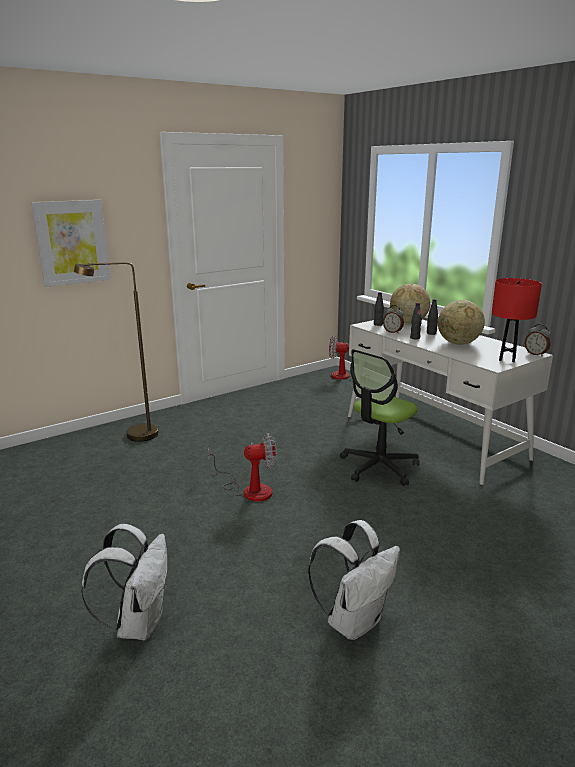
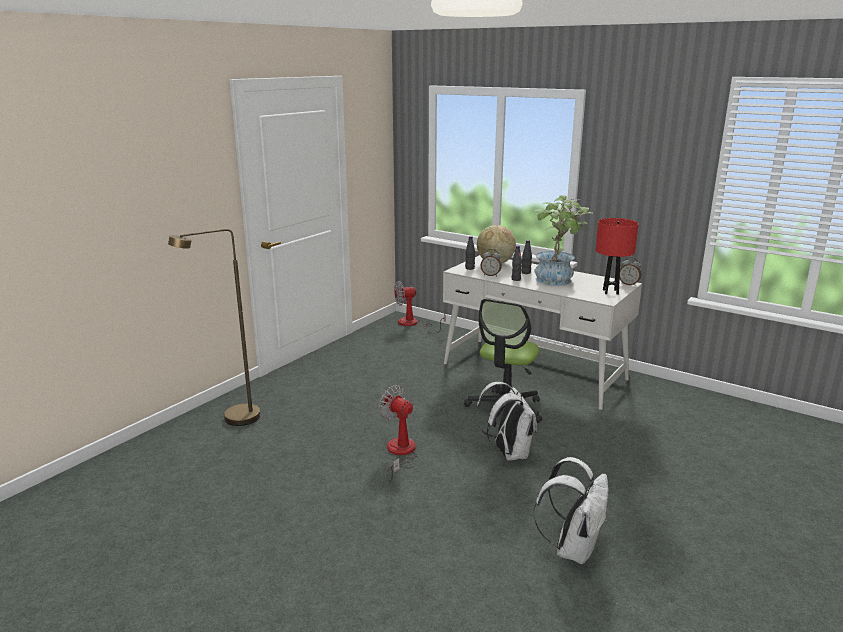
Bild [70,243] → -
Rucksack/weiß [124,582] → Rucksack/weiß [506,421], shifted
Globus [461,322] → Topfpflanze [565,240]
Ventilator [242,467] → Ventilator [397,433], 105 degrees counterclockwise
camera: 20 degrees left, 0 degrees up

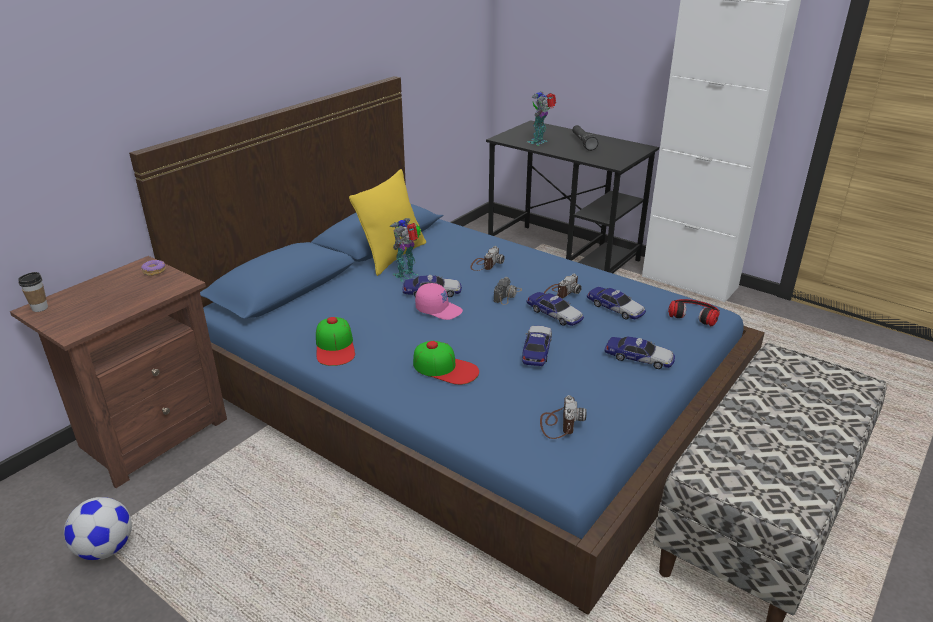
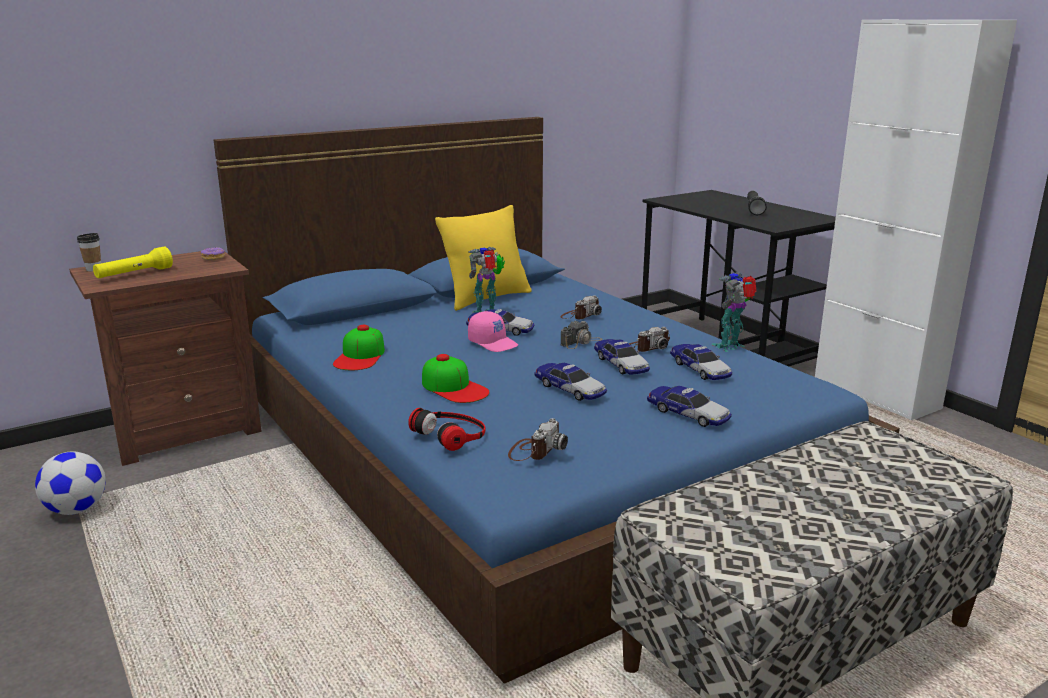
- → Taschenlampe/gelb [133,262]
Spielzeugroboter [541,118] → Spielzeugroboter [734,312], shifted
Kopfhörer [694,312] → Kopfhörer [446,429], shifted
Spielzeugauto [537,346] → Spielzeugauto [570,382], 105 degrees clockwise
camera: 20 degrees right, 10 degrees down

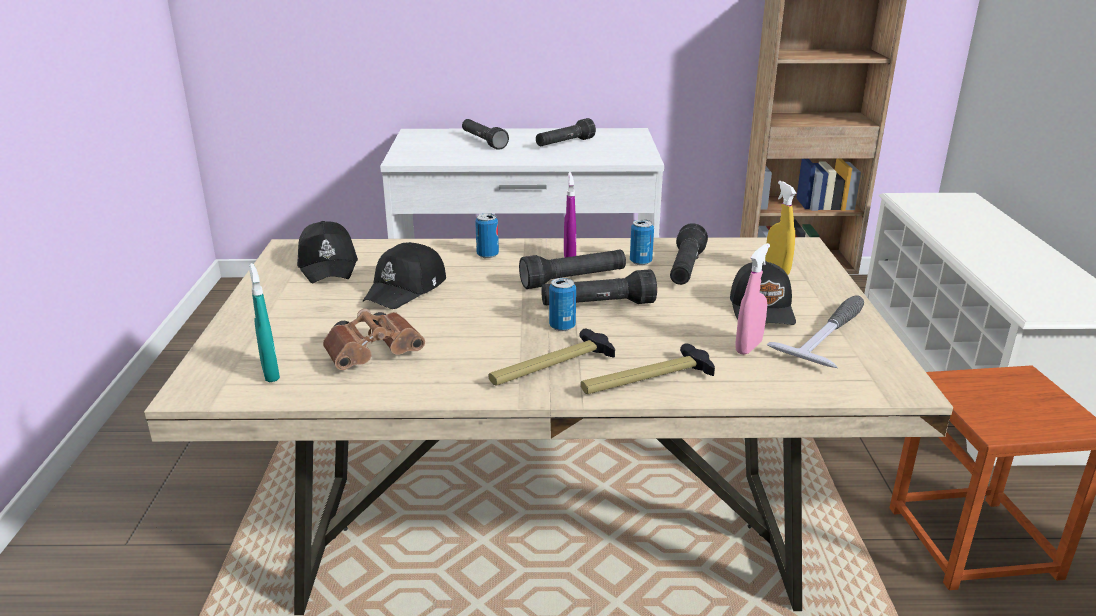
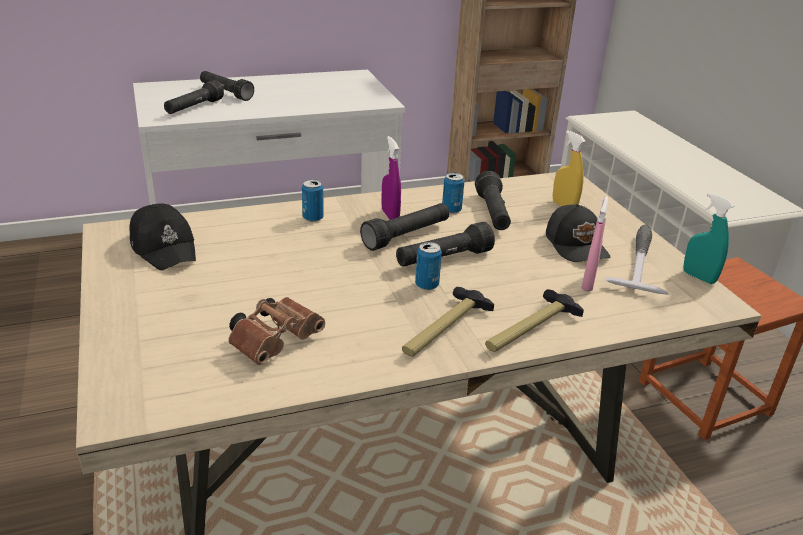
Kappe/schwarz [404,275] → -
Sprühflasche/türkis [264,322] → Sprühflasche/türkis [709,238], shifted
Taschenlampe/schwarz [566,132] → Taschenlampe/schwarz [194,97], shifted
camera: 20 degrees left, 5 degrees up

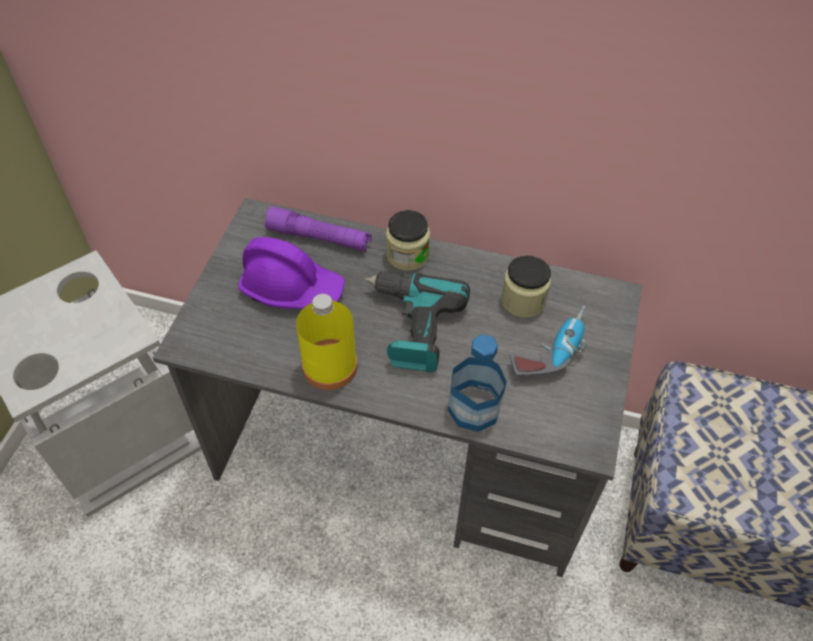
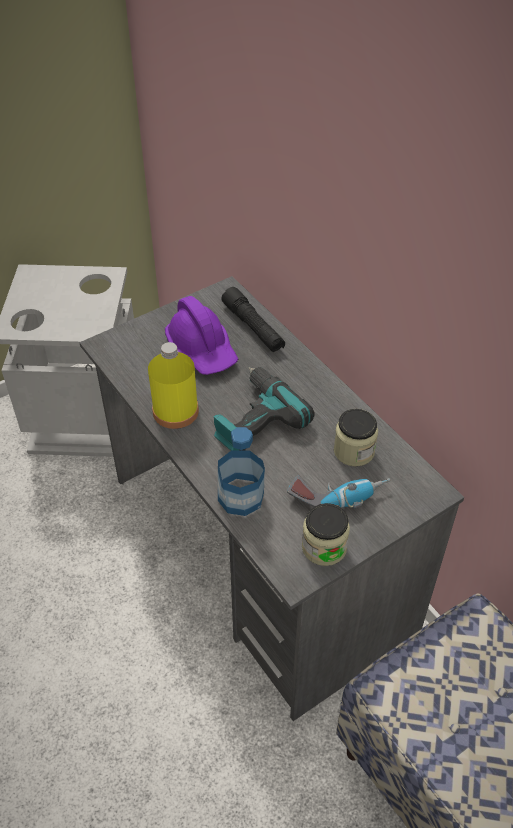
Vorratsglas [408,240] → Vorratsglas [326,534], shifted
Taschenlampe/lila [318,228] → Taschenlampe/schwarz [253,320]
camera: 40 degrees right, 5 degrees down

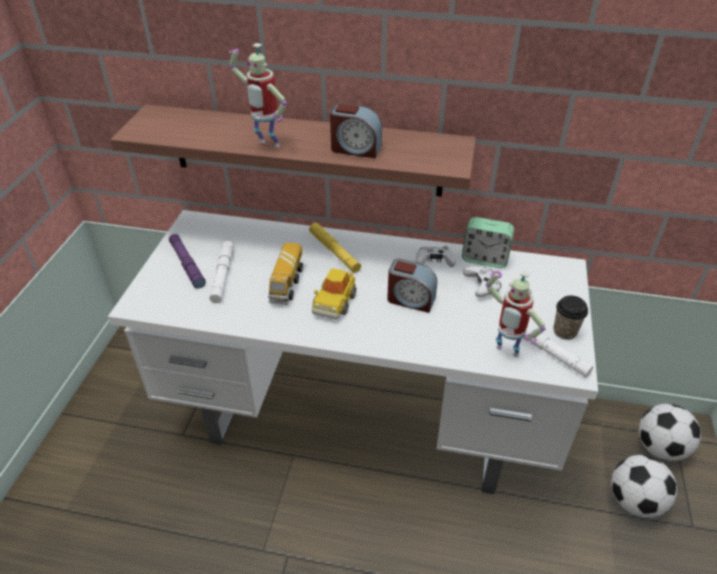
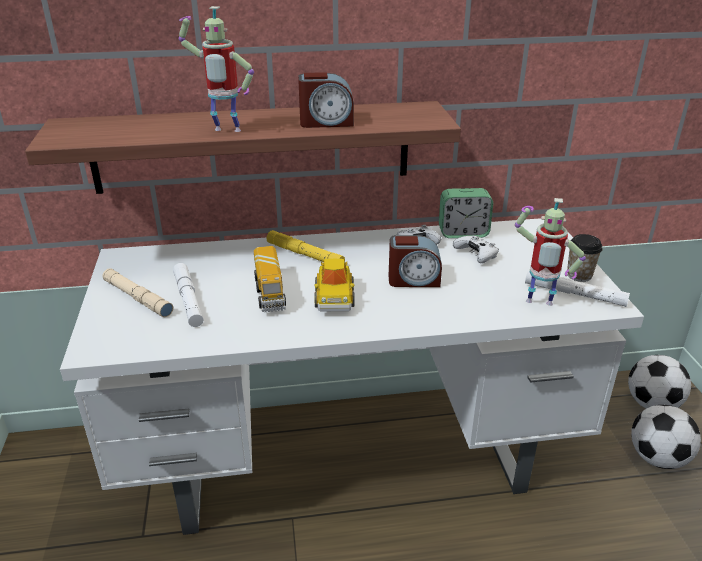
Taschenlampe/lila [187,261] → Taschenlampe/beige [137,292]
camera: 20 degrees left, 10 degrees down

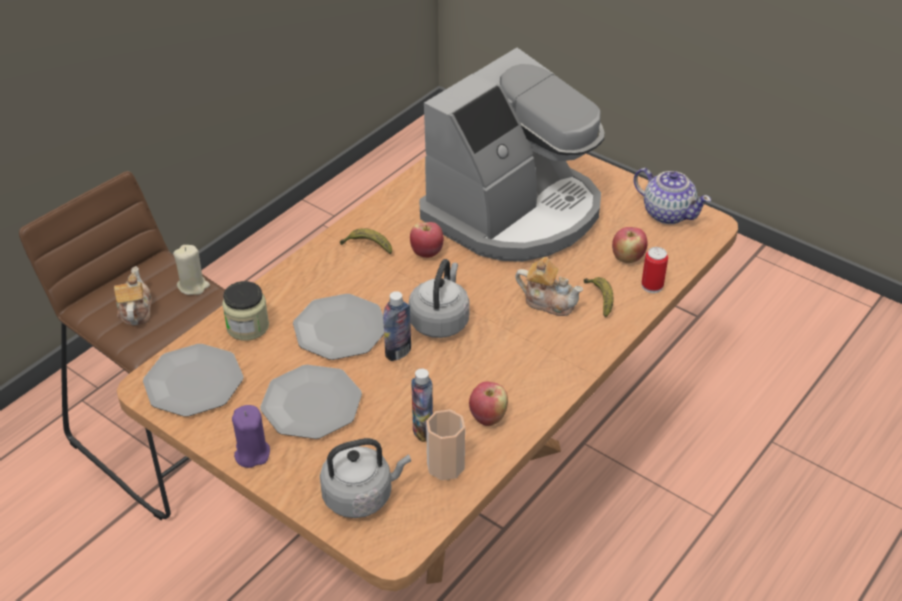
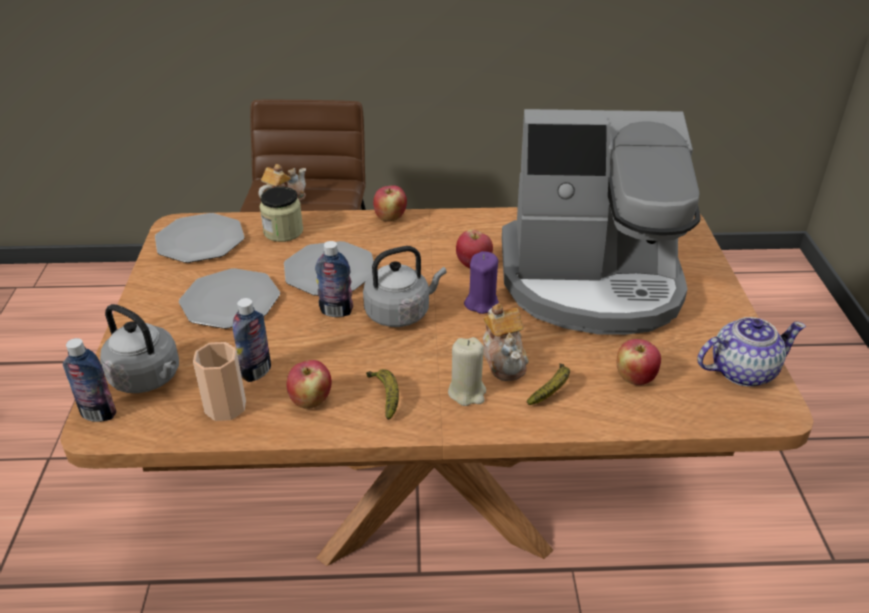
Dose [654,270] → -
- → Flasche [89,380]
- → Apfel [390,203]
Kerze/beige [191,270] → Kerze/beige [467,371], shifted
Kerze/lila [251,436] → Kerze/lila [481,282], shifted
Banane [366,241] → Banane [382,394], shifted
Teekanne [672,196] → Teekanne [751,351], 105 degrees counterclockwise
camera: 50 degrees right, 5 degrees down

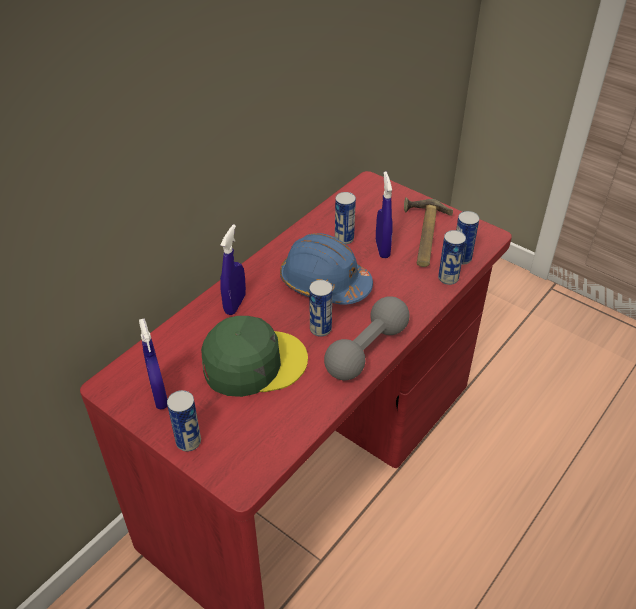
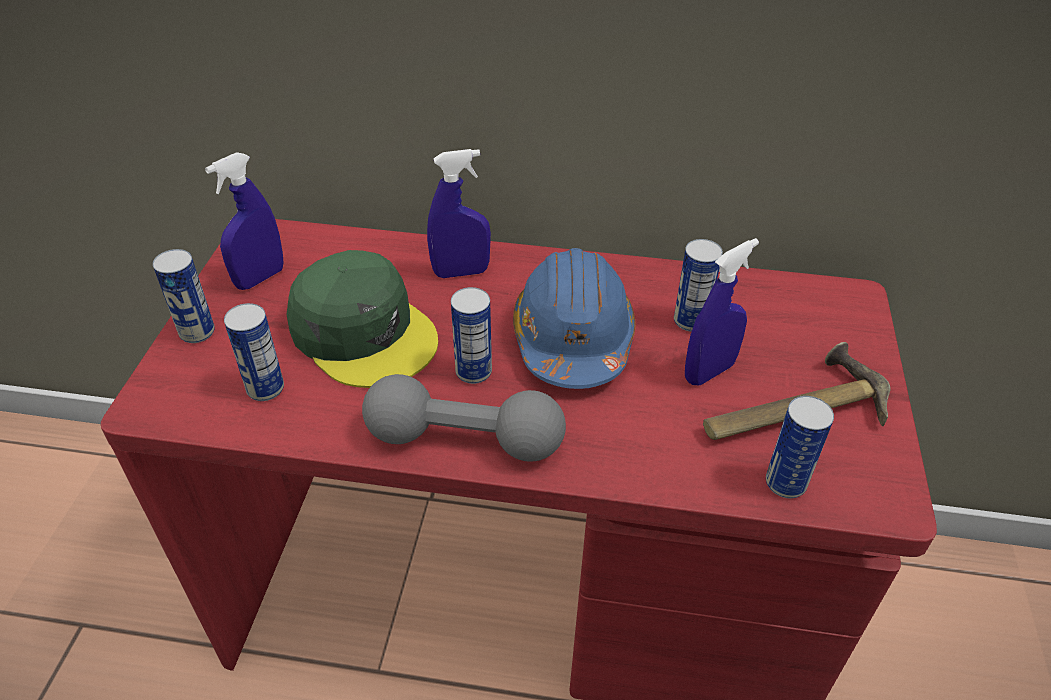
Dose [452,257] → Dose [254,352], shifted
camera: 60 degrees right, 0 degrees up

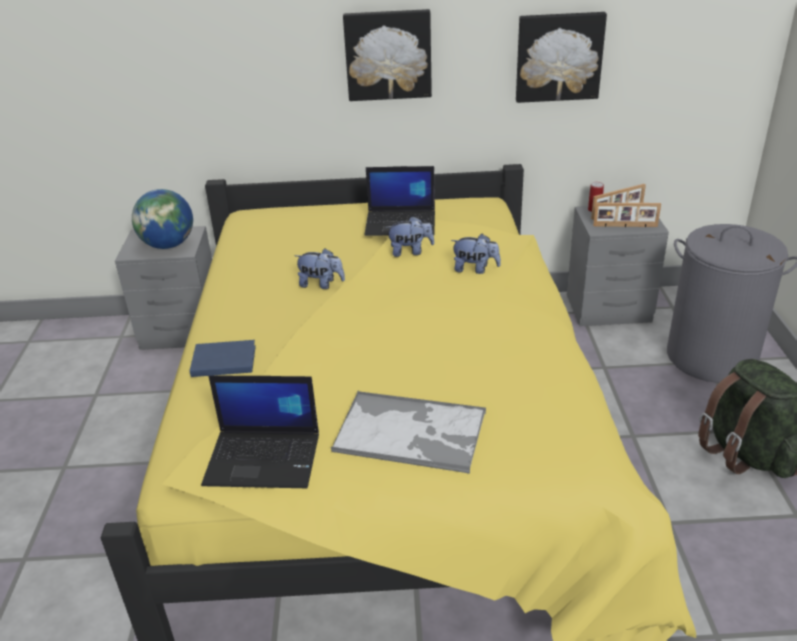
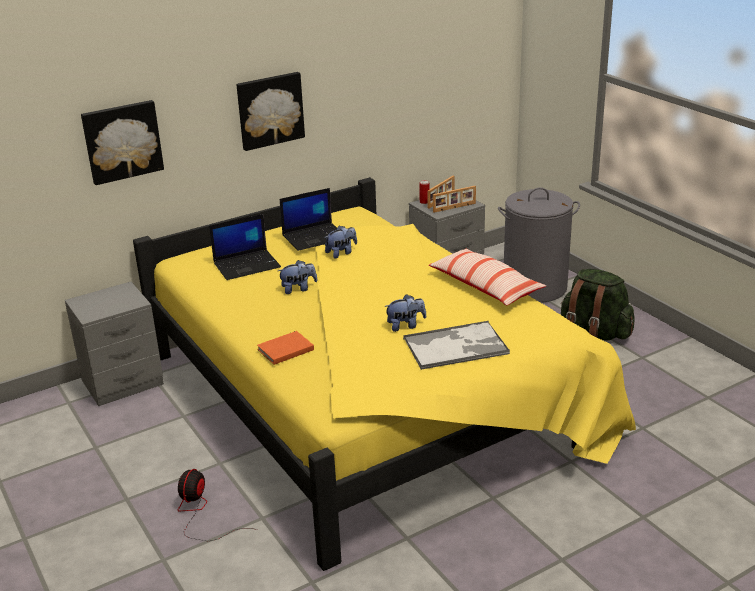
Globus [162,219] → -
- → Ventilator [218,505]
- → Kissen [487,277]
Laptop [260,431] → Laptop [245,247], shifted
Plüschtier [476,254] → Plüschtier [405,313], shifted
Bild [561,57] → Bild [122,142], shifted
Buch/blau [223,358] → Buch/orange [285,348]
camera: 30 degrees left, 5 degrees down

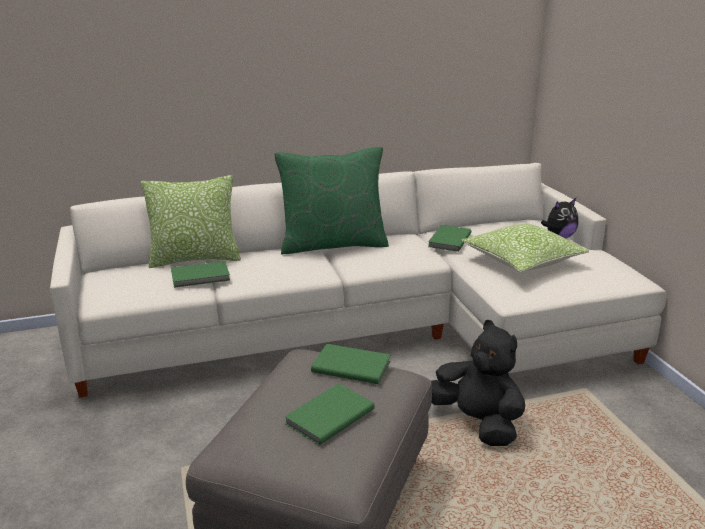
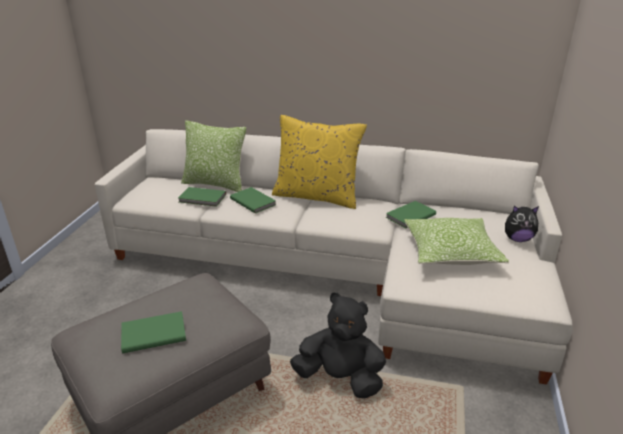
Buch/grün [351,364] → Buch/grün [253,200], shifted
Kissen/grün [331,201] → Kissen/gelb [319,162]
Plüschtier/schwarz [478,383] → Plüschtier/schwarz [338,345], 60 degrees counterclockwise
camera: 30 degrees right, 5 degrees up

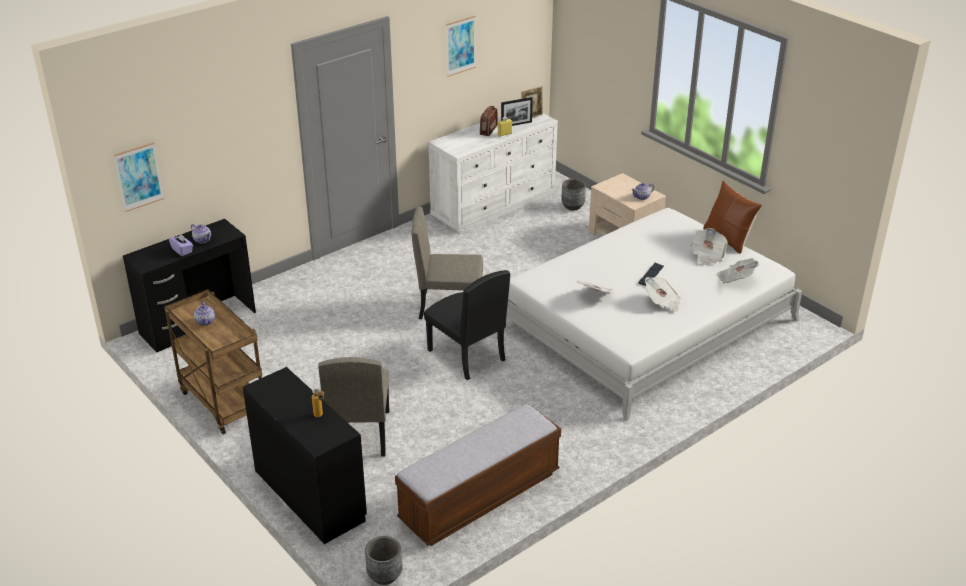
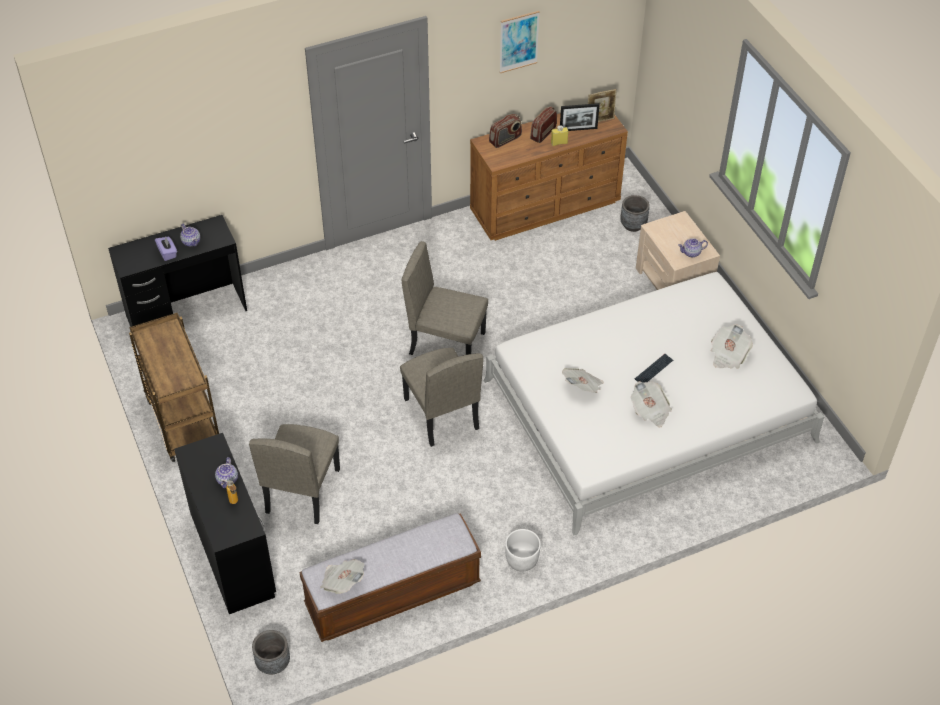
Bild [139,177] → -
Kissen/braun [732,217] → -
- → Radio [505,131]
- → Pflanzkübel/weiß [523,550]
Teekanne [204,313] → Teekanne [226,472], shifted
Zeitung [738,271] → Zeitung [342,576], shifted
Stuhl/schwarz [467,325] → Stuhl/beige [442,397]
Kommode/weiß [493,172] → Kommode/braun [549,177]
camera: 15 degrees right, 15 degrees up

